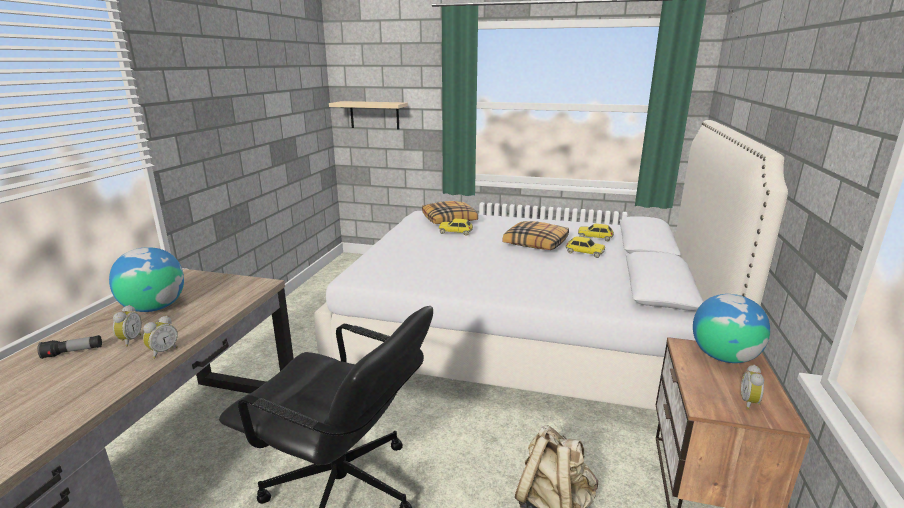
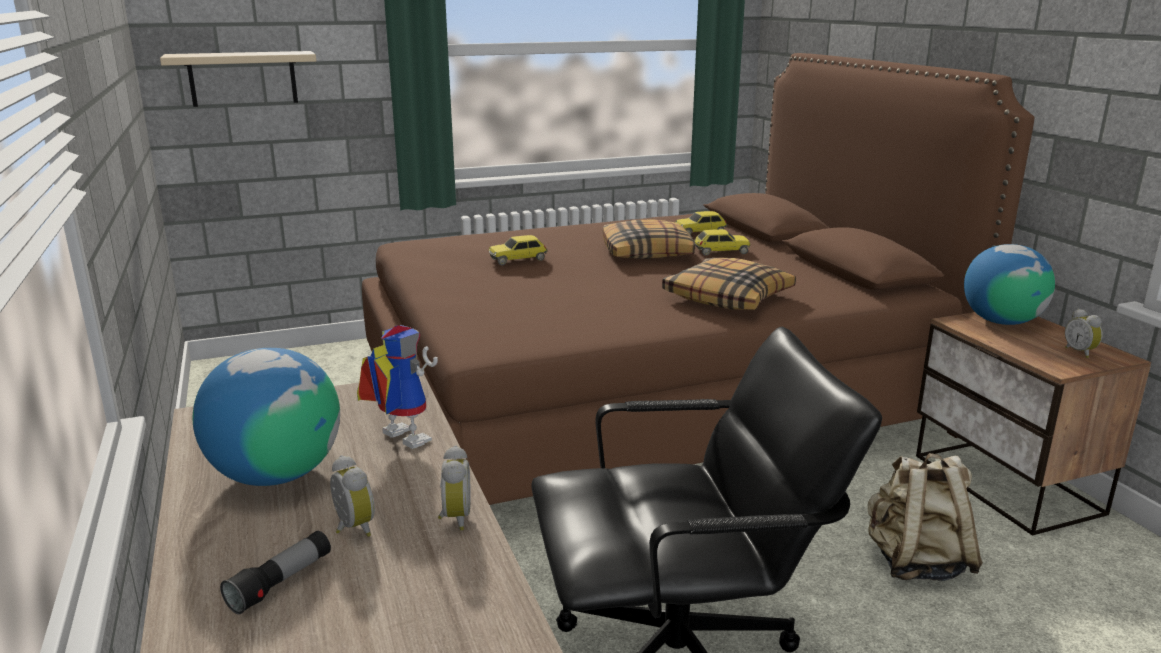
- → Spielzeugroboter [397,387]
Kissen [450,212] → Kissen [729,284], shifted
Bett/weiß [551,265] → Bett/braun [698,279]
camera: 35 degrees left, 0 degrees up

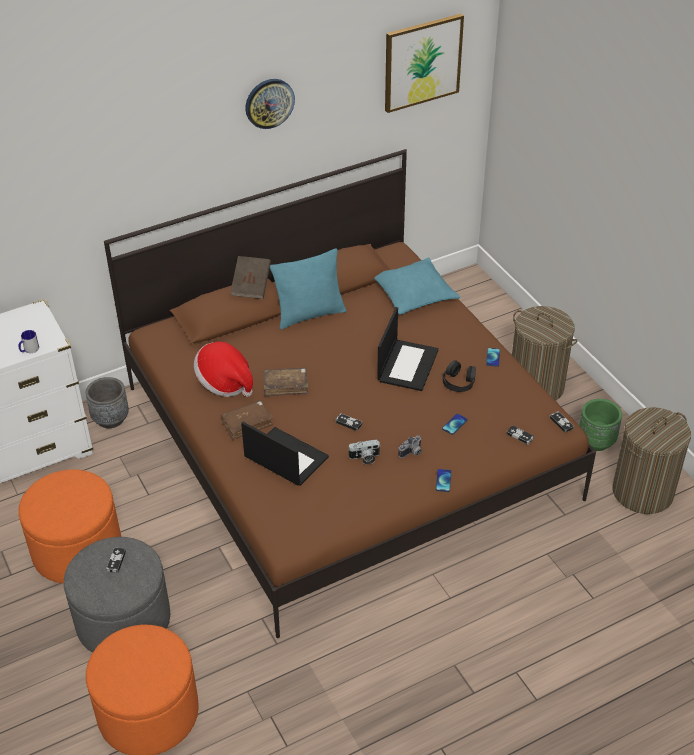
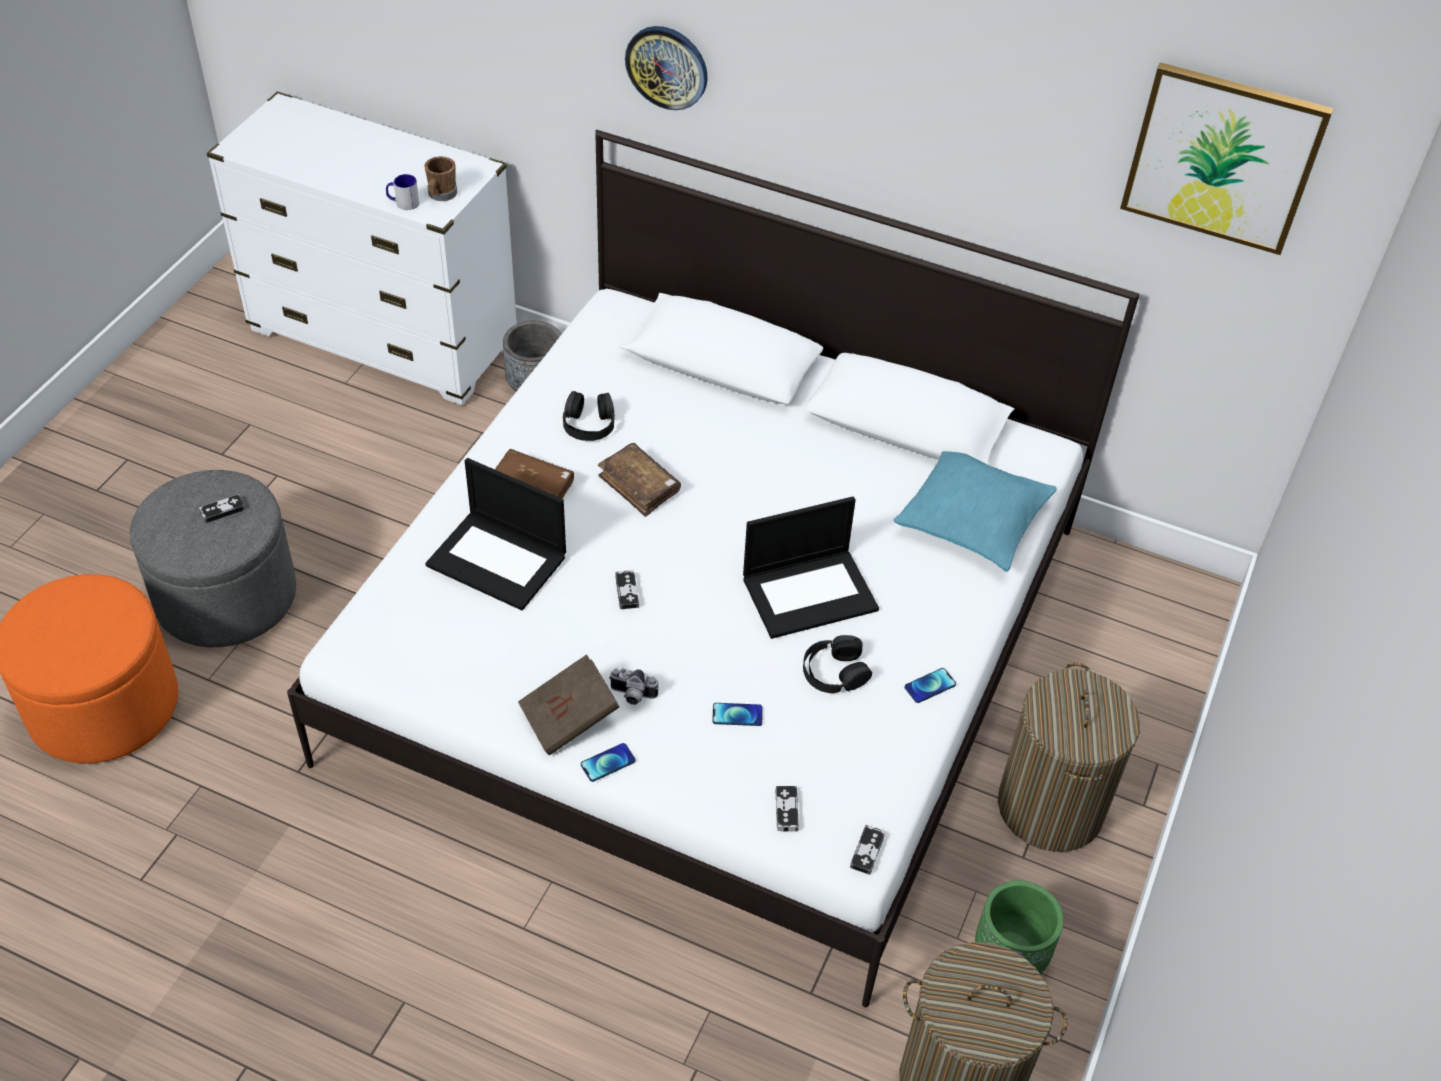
Polsterhocker/orange [70,527] → -
Kissen/türkis [308,288] → -
Kamera [364,451] → -
- → Henkelbecher/braun [440,178]
Buch/braun [250,277] → Buch/braun [568,704], shifted
Wanduhr [270,104] → Wanduhr [666,68], shifted
Hut [223,369] → Kopfhörer/schwarz [589,416]
Bett/braun [350,393] → Bett/weiß [713,568]
Laptop [285,454] → Laptop [495,534], 120 degrees clockwise
camera: 50 degrees right, 5 degrees up

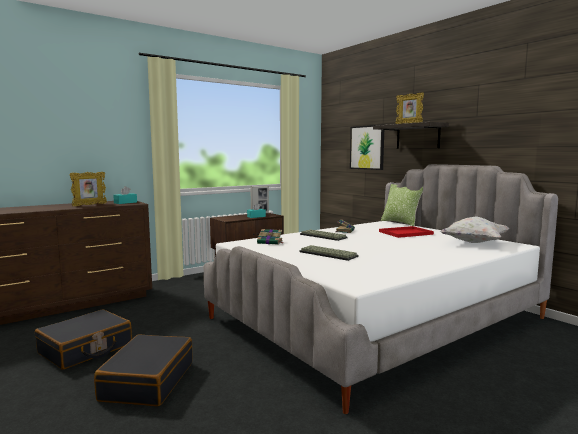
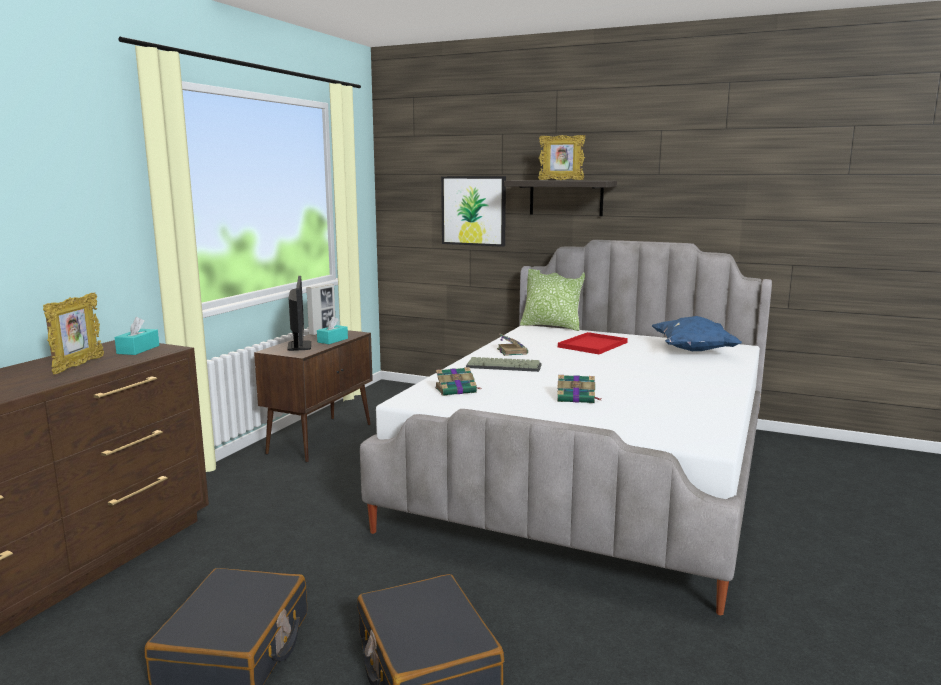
- → Monitor [299,313]
Tastatur [329,253] → Buch [579,389]
Kissen/weiß [474,229] → Kissen/blau [696,333]
camera: 30 degrees left, 5 degrees up

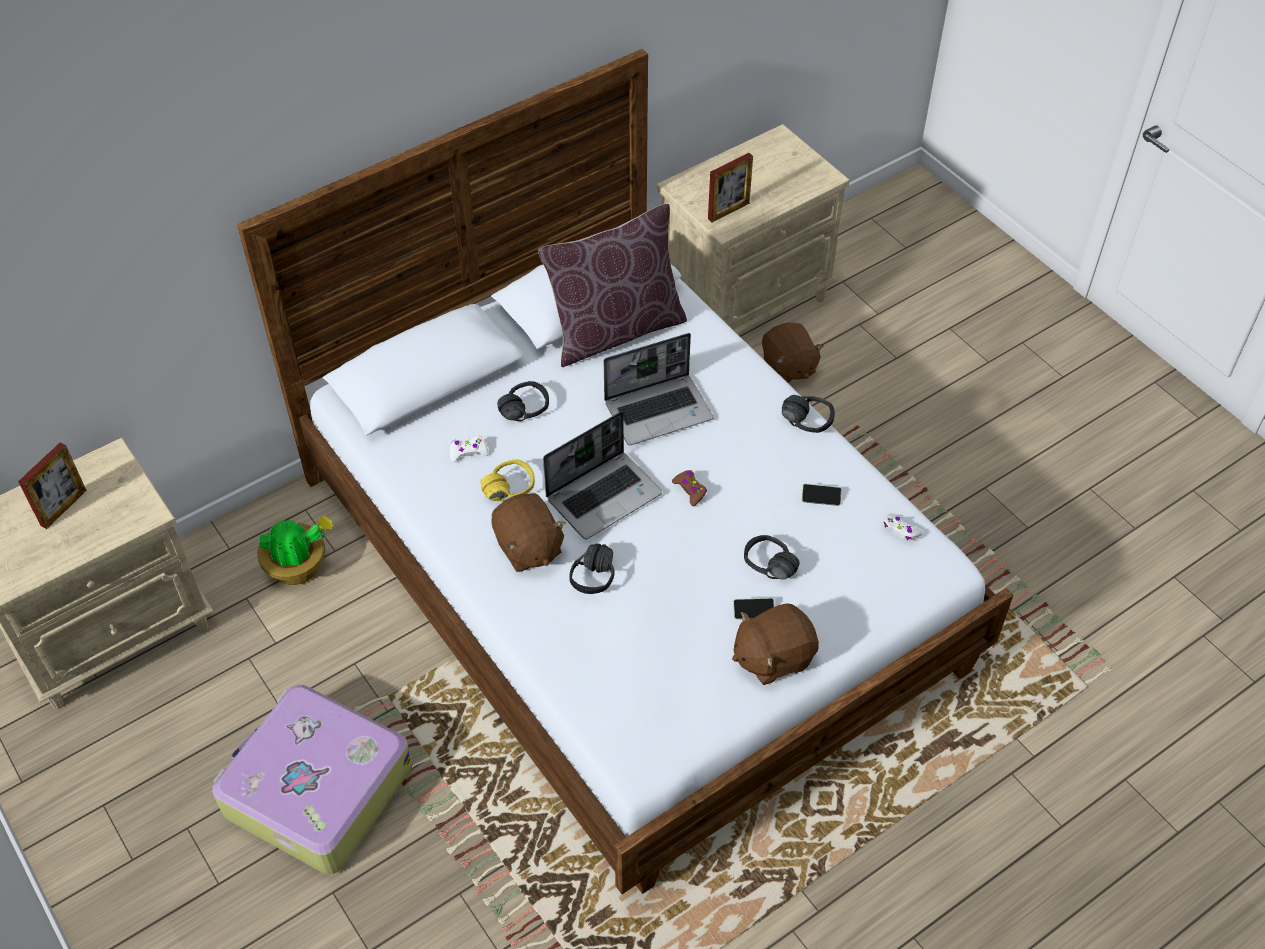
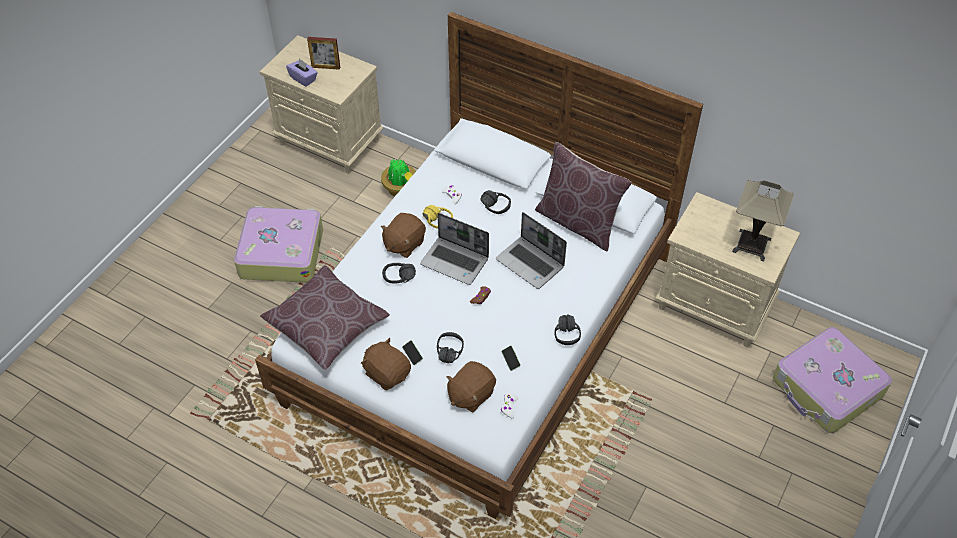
Bilderrahmen [730,187] → -
- → Kissen/braun [325,317]
- → Taschentuchbox/lila [302,72]
- → Tischlampe [763,221]
- → Koffer [832,380]
Plüschtier/braun [793,353] → Plüschtier/braun [471,387], shifted
camera: 65 degrees right, 0 degrees up

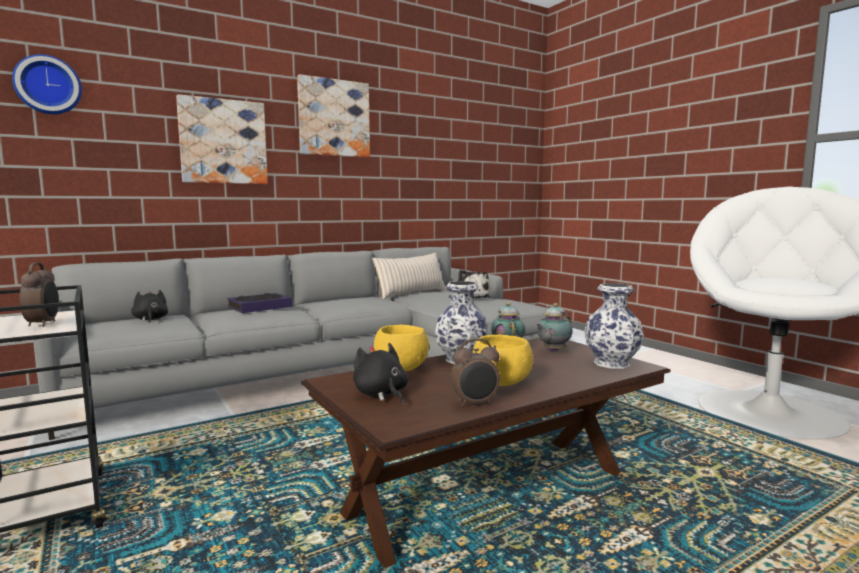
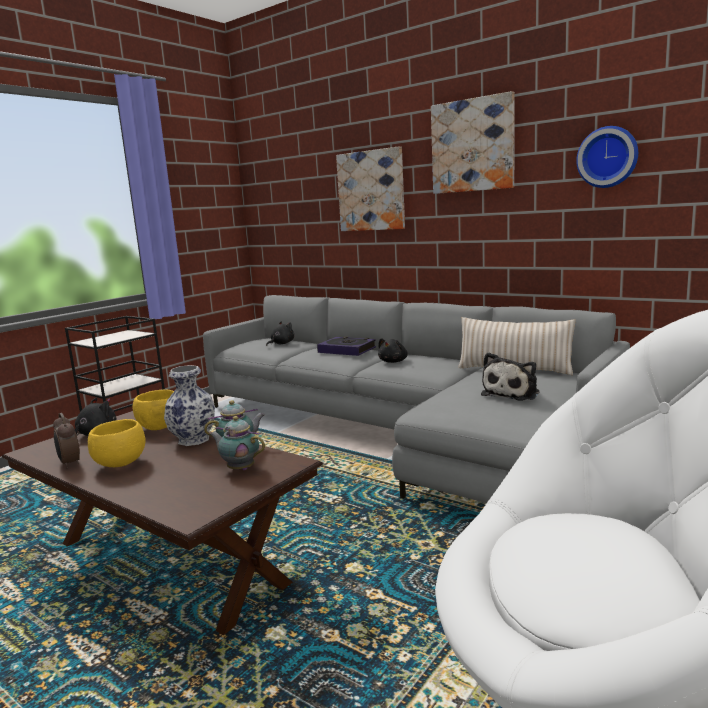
Wecker [39,294] → -
Vase [614,326] → -
- → Plüschtier/schwarz [393,350]
Wanduhr [47,84] → Wanduhr [607,157], shifted
camera: 70 degrees right, 5 degrees up

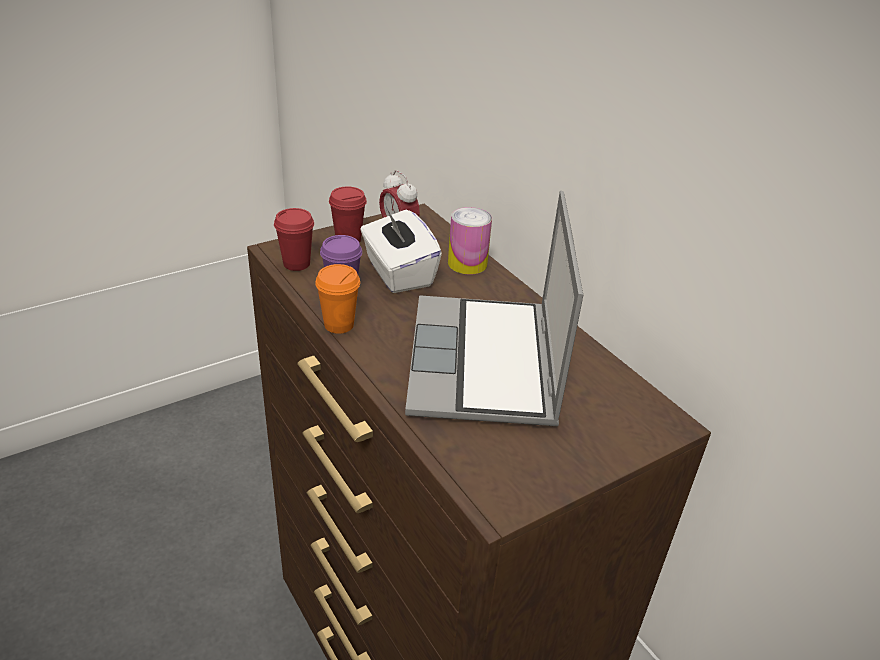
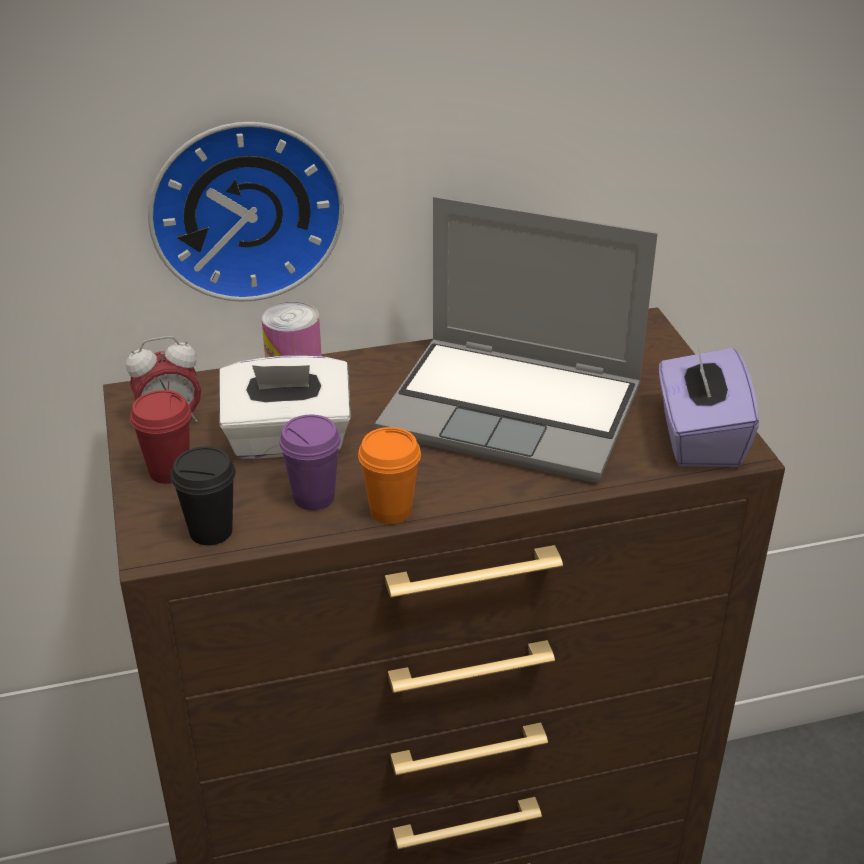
- → Wanduhr [246,212]
- → Taschentuchbox/lila [709,403]
Tasse/rot [294,239] → Tasse/schwarz [203,496]
camera: 70 degrees left, 0 degrees up

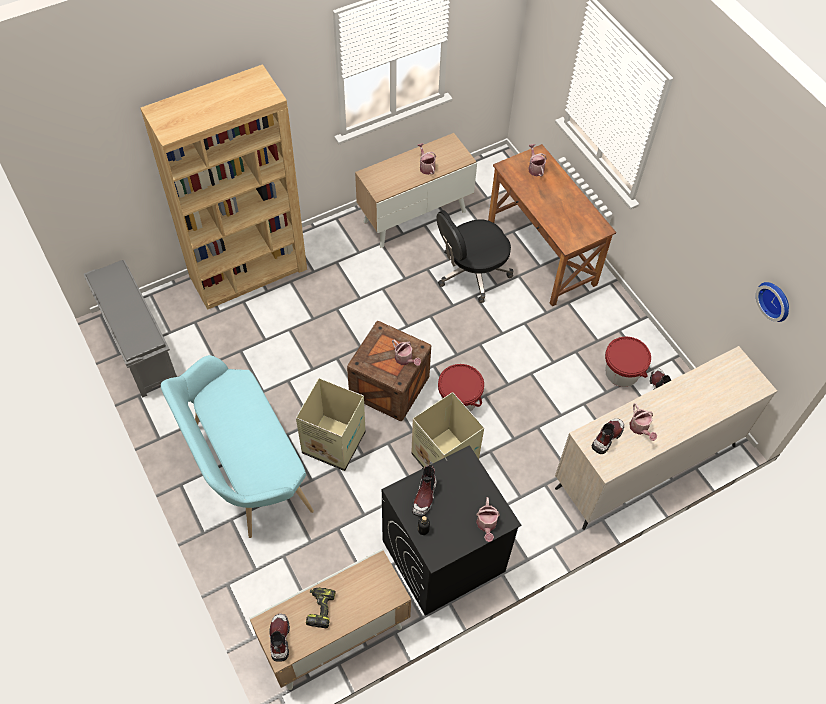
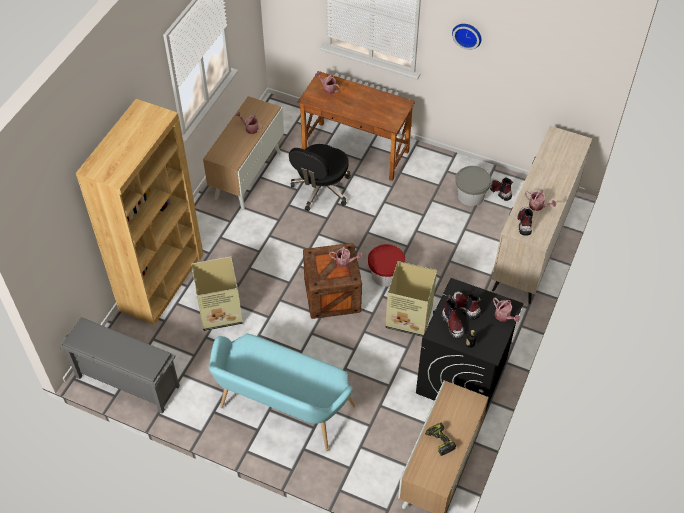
Stiefel [279,637] → Stiefel [466,305], shifted
Karton [331,424] → Karton [217,293], shifted
Wanduhr [772,302] → Wanduhr [466,37], shifted
Eimer/rot [628,362] → Eimer/grau [473,186]
camera: 35 degrees left, 5 degrees down

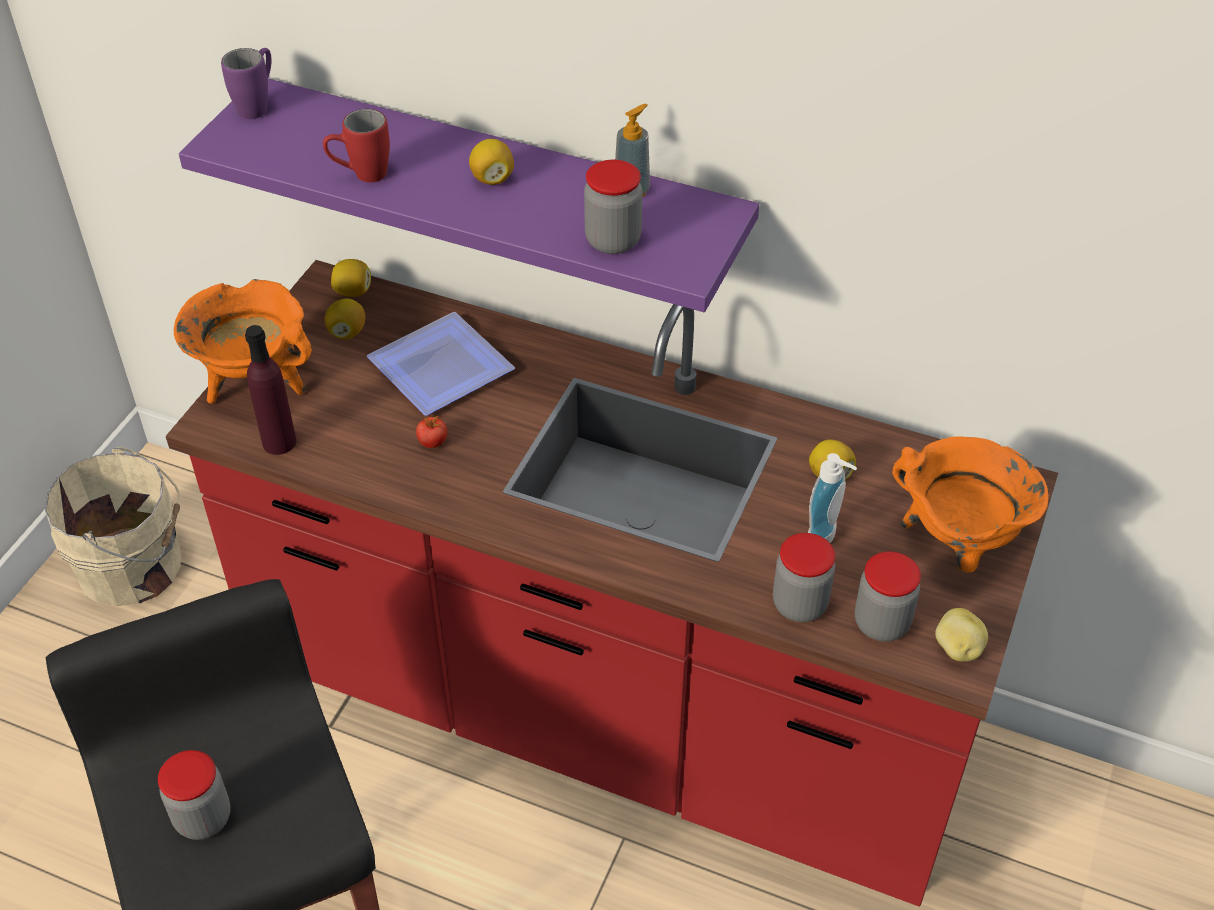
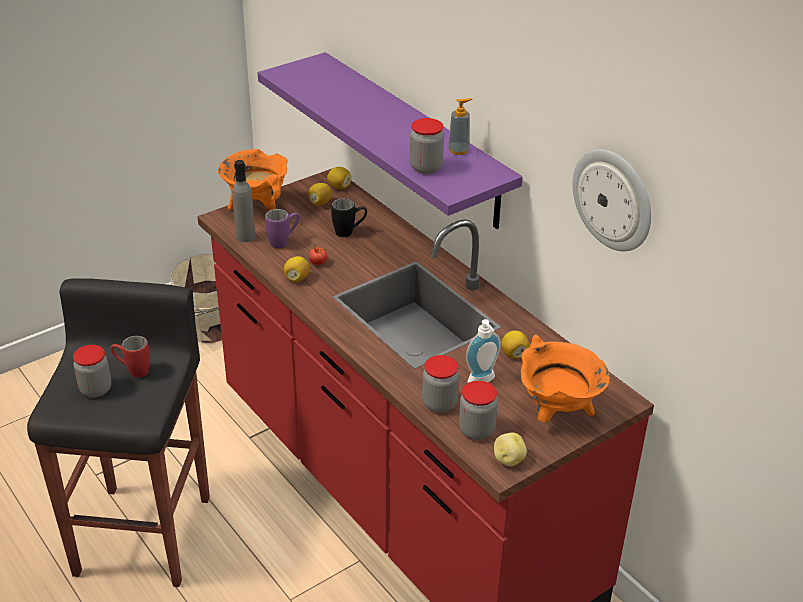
- → Wanduhr [612,200]
Henkelbecher/lila [246,83] → Henkelbecher/lila [282,229], shifted
Henkelbecher/rot [356,145] → Henkelbecher/rot [130,357], shifted
Zitrone [491,162] → Zitrone [297,269], shifted
Teller [441,363] → Henkelbecher/schwarz [349,217]
Flasche/lila [271,390] → Flasche/grau [243,201]
camera: 30 degrees right, 10 degrees down

